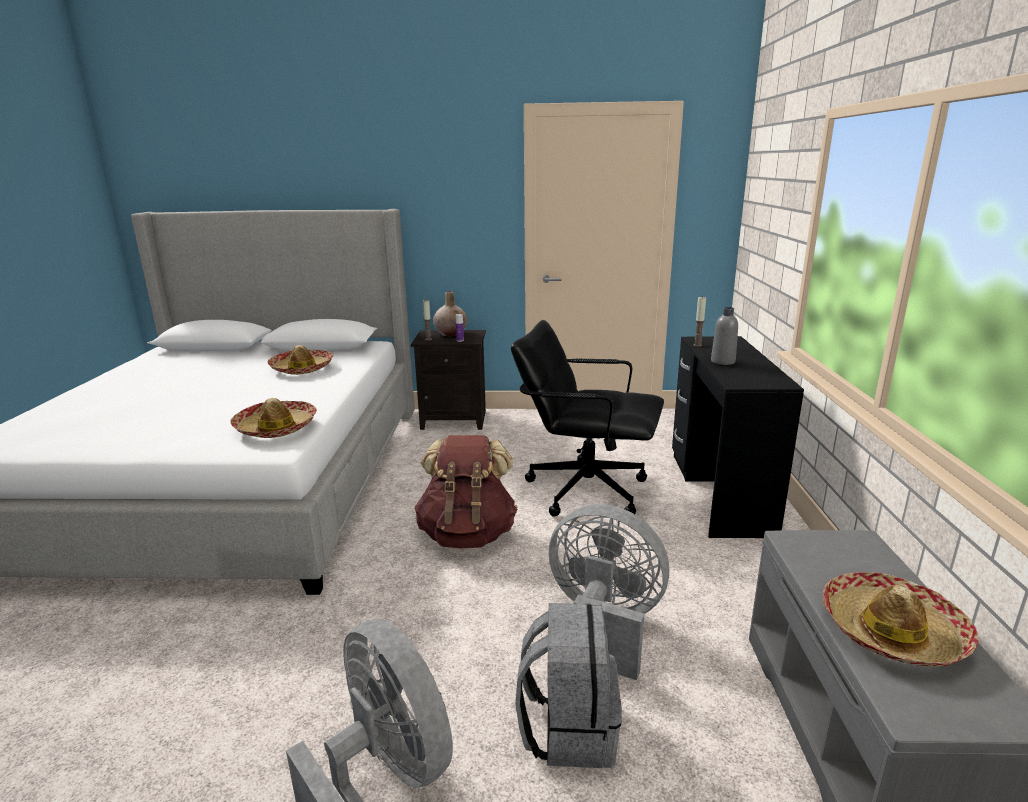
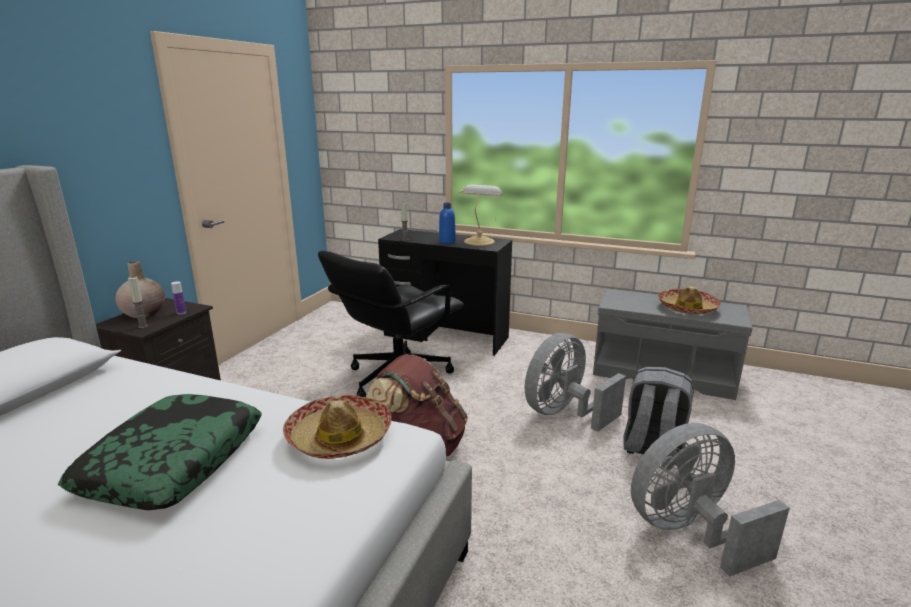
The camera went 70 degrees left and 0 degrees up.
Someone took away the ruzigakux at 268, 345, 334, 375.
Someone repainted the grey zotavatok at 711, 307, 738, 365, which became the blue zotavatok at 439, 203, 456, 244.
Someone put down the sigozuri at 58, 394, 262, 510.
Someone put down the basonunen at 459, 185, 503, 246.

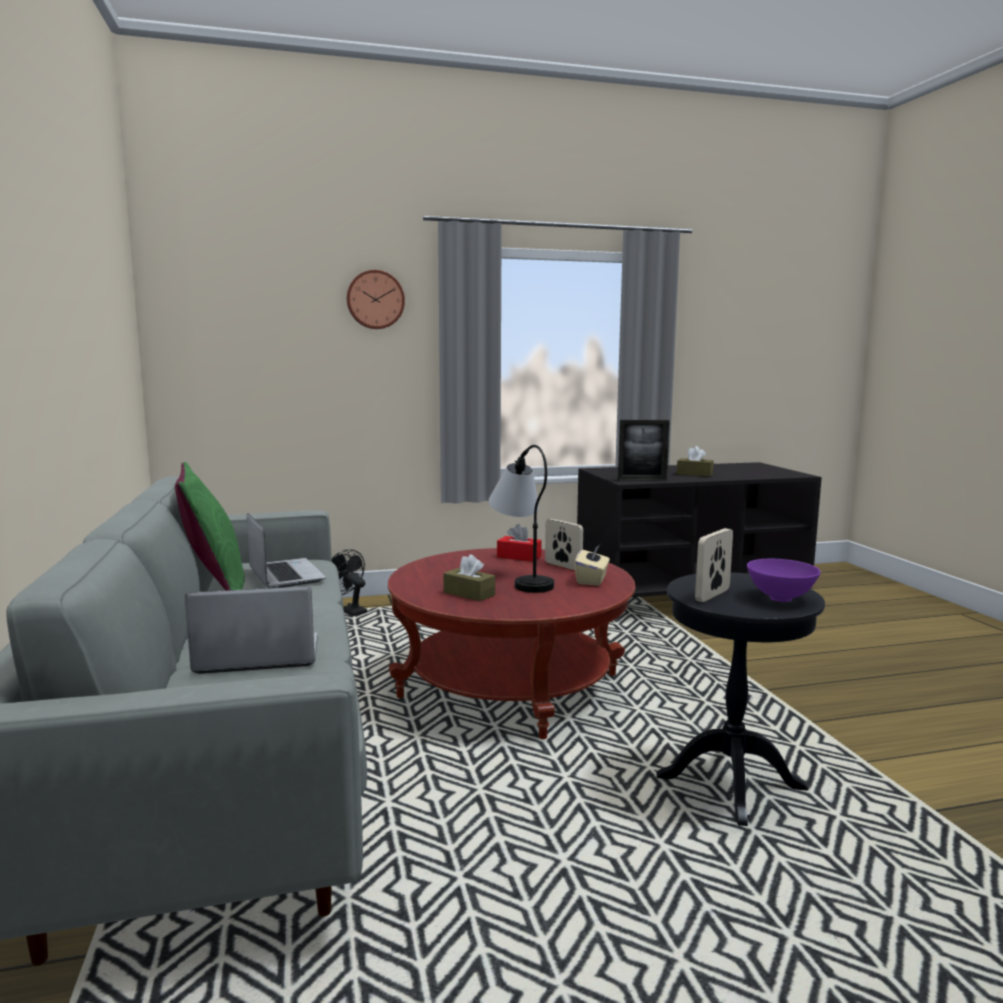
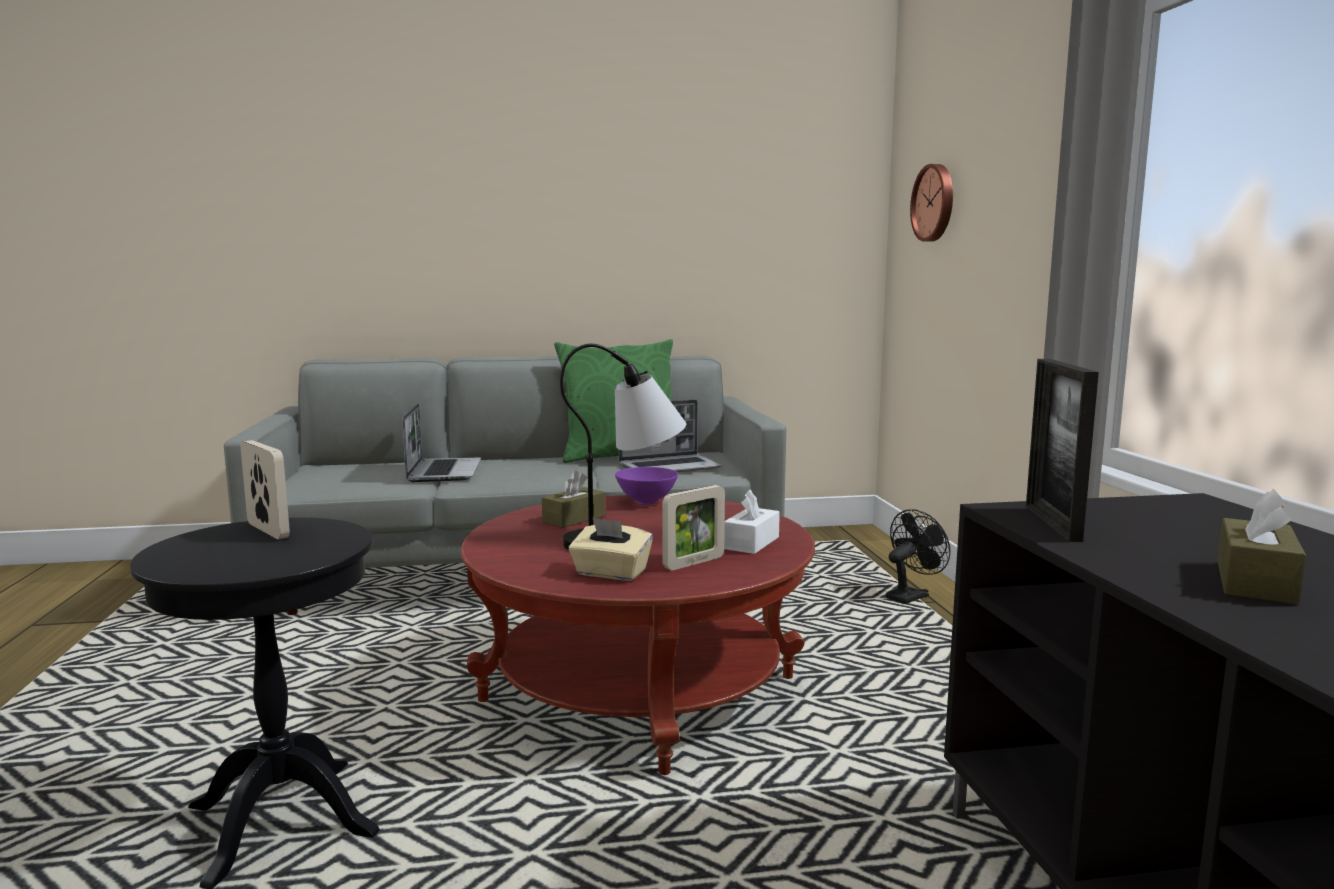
The camera went 95 degrees right and 0 degrees up.
Someone carried the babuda from 347, 270, 405, 329 to 910, 164, 953, 242.
Someone repainted the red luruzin at 497, 524, 542, 562, which became the white luruzin at 724, 489, 780, 554.
Someone carried the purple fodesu from 747, 559, 821, 602 to 615, 467, 678, 505.

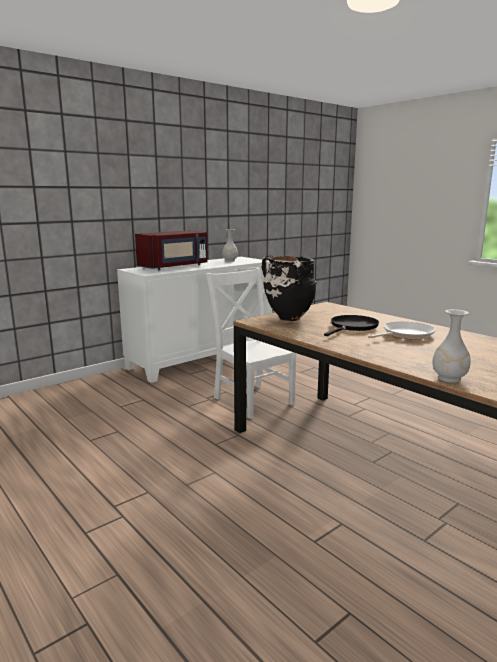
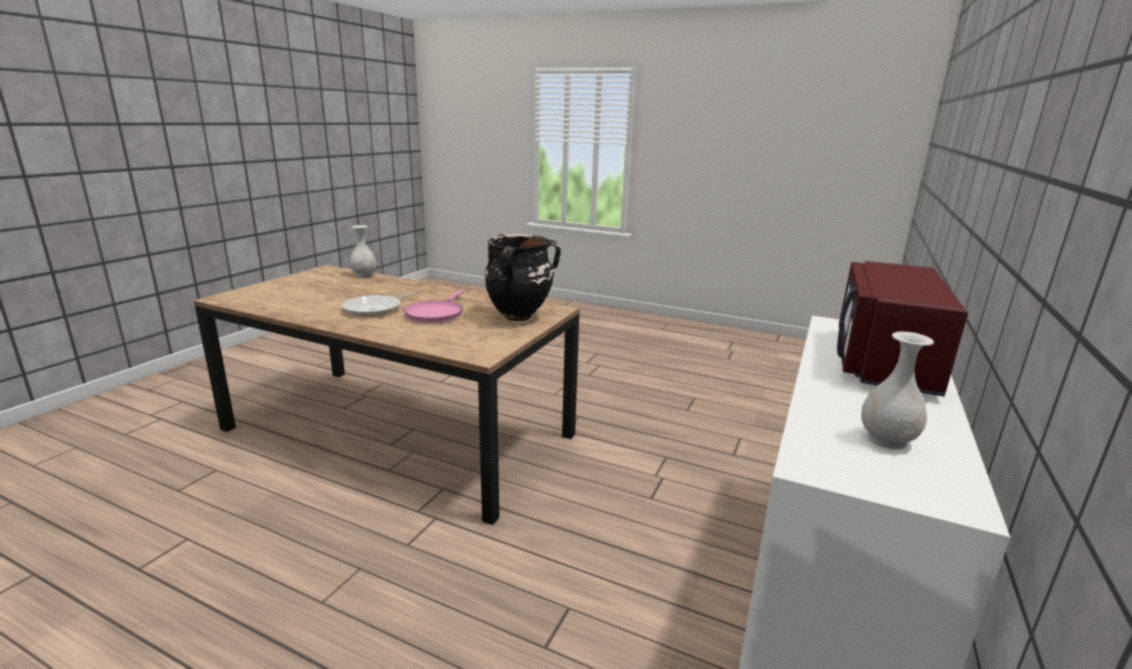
The camera went 155 degrees right and 5 degrees up.
Someone took away the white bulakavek at 206, 268, 296, 419.
Someone repainted the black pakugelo at 324, 315, 379, 336, which became the pink pakugelo at 404, 290, 464, 322.

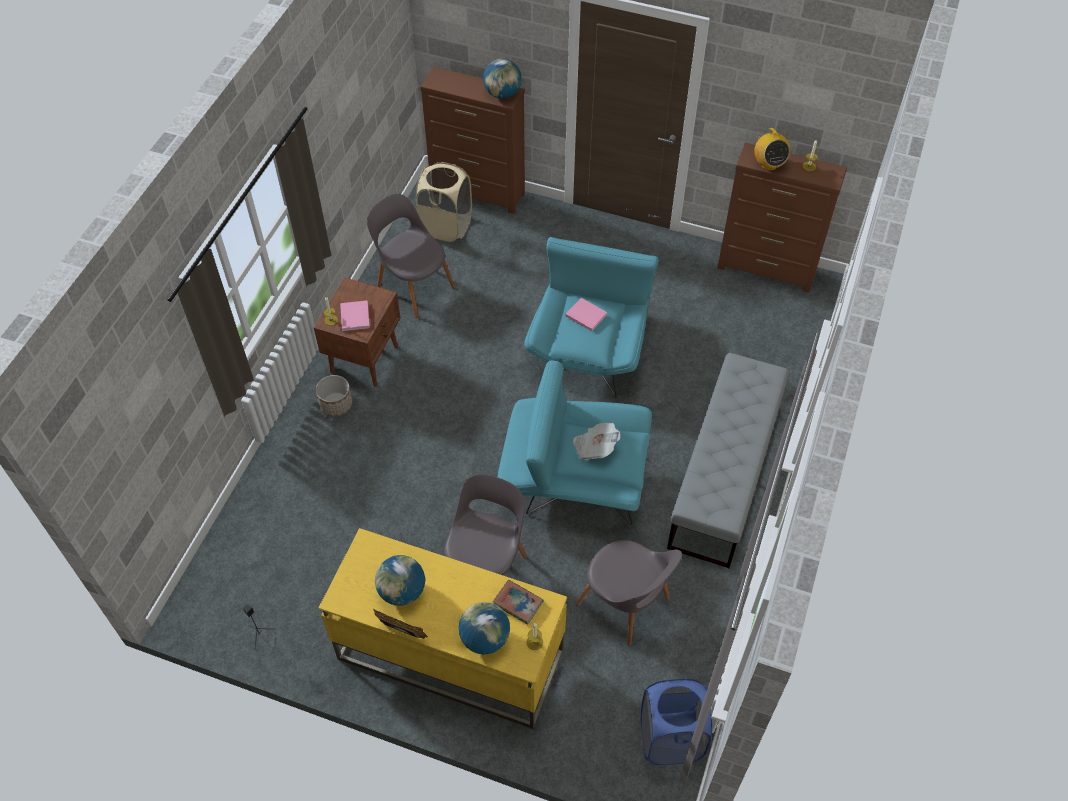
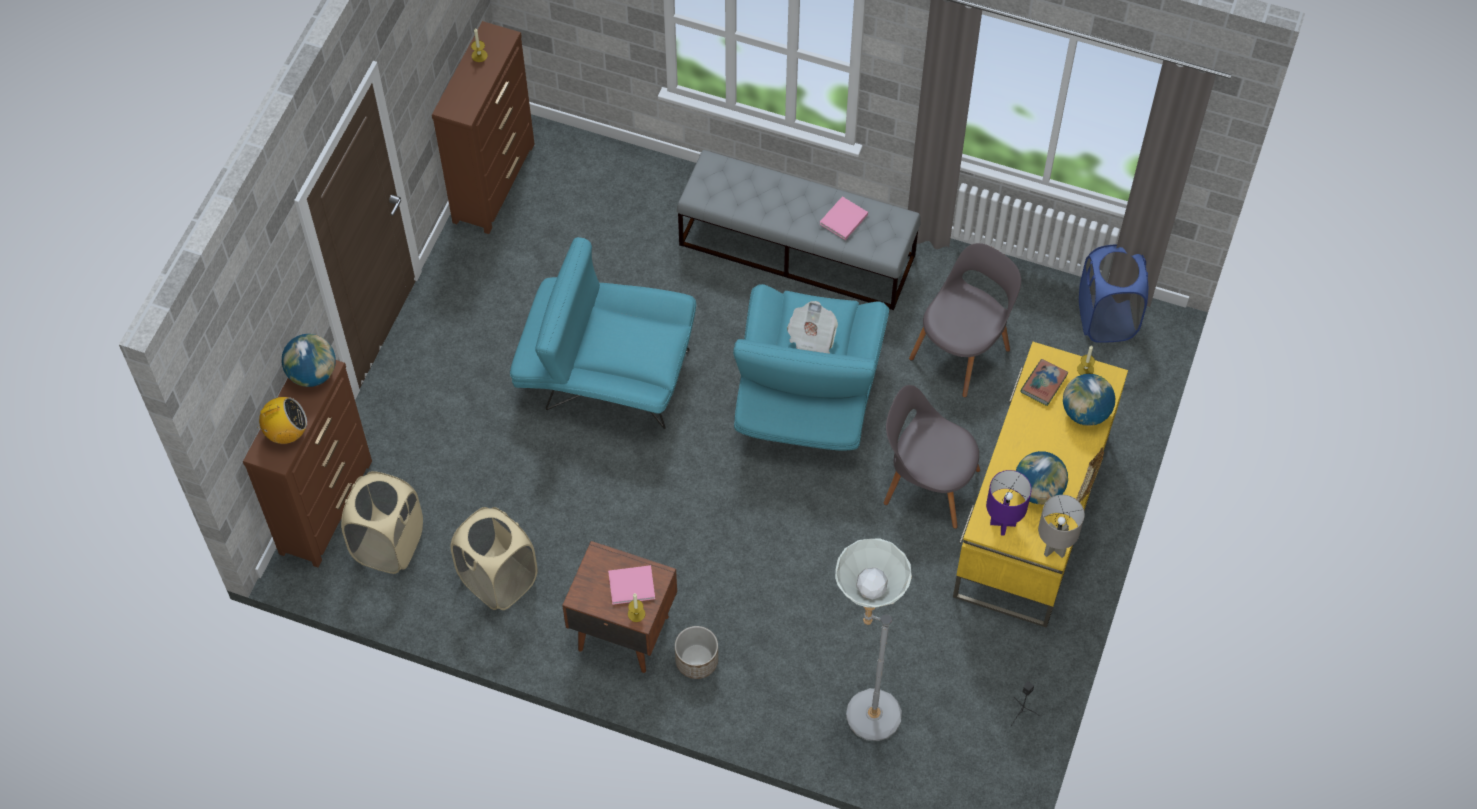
The camera went 90 degrees left and 5 degrees up.
Someone swapped the grey bulakavek at 367, 194, 456, 318 for the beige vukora at 450, 507, 538, 610.
Someone carried the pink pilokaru from 565, 298, 607, 331 to 820, 197, 868, 240.
Someone carried the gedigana from 754, 128, 790, 171 to 257, 397, 307, 444.
Someone put down the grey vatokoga at 835, 539, 912, 741.
Someone put down the purple basonunen at 986, 470, 1032, 536.
Someone put down the grey basonunen at 1038, 495, 1085, 558.

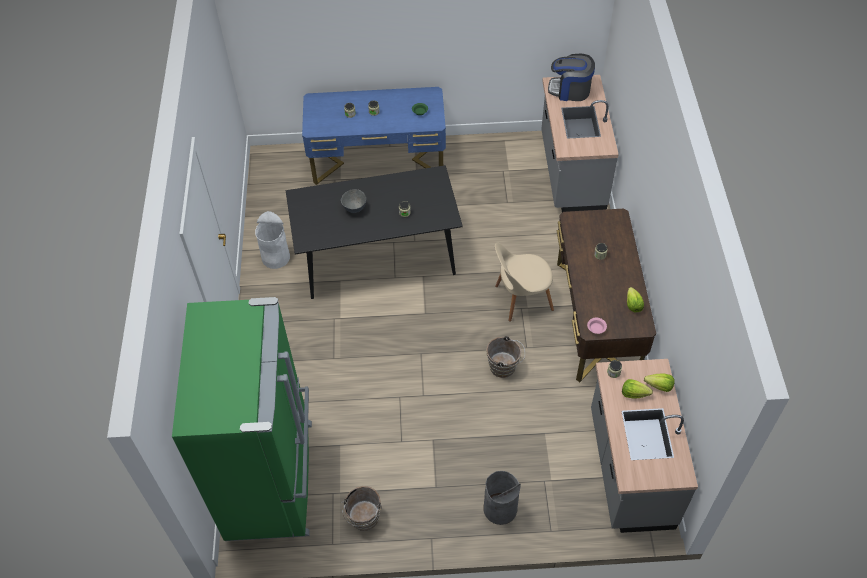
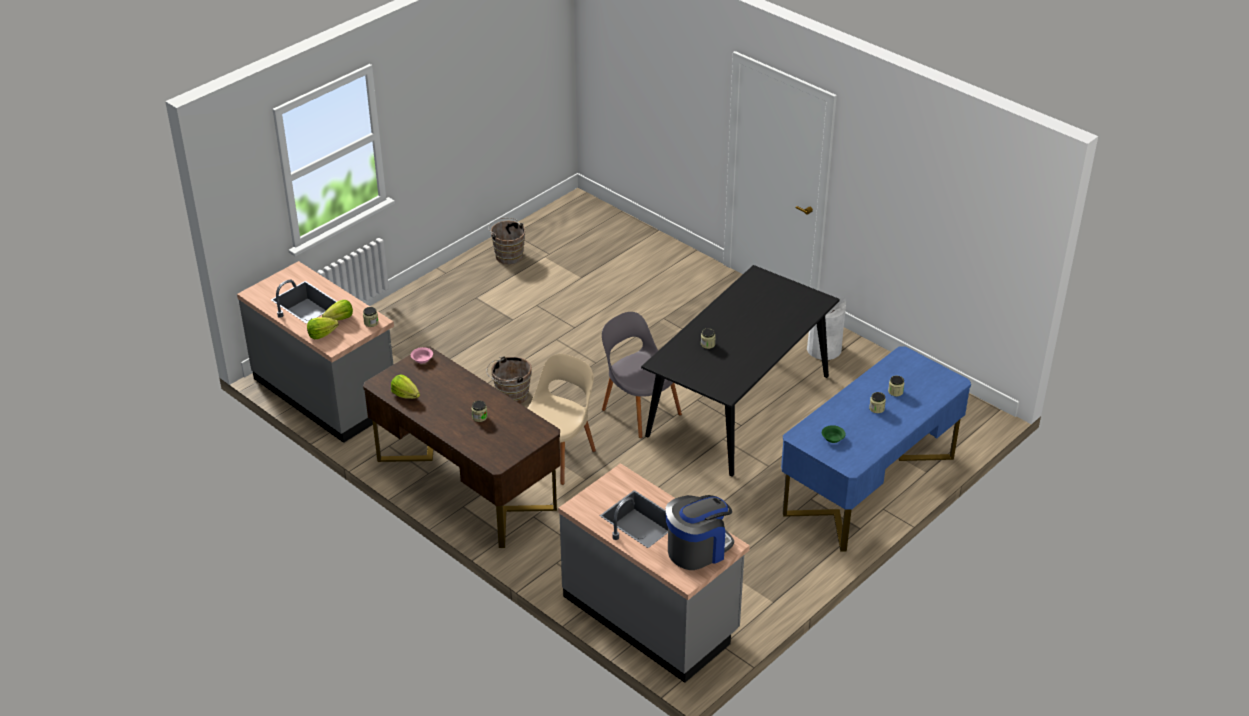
The camera went 135 degrees right and 15 degrees down.
Someone took away the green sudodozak at 172, 297, 312, 541.
Someone took away the grey fodesu at 341, 189, 366, 213.
Someone took away the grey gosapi at 484, 471, 521, 525.
Someone put down the grey bulakavek at 602, 312, 682, 438.

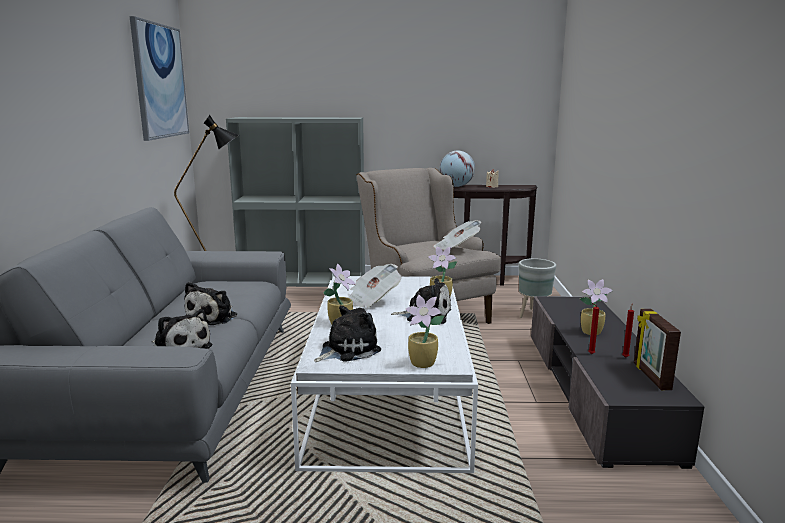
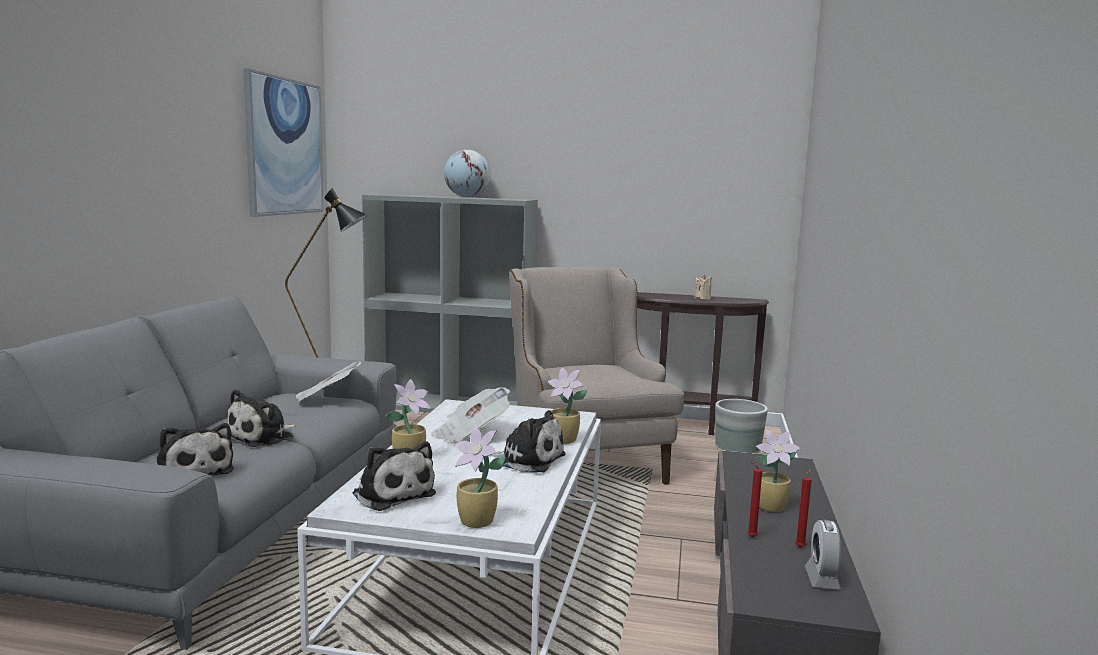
The camera went 10 degrees right and 5 degrees down.
Someone rotated the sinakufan at 314, 305, 381, 362 by 75 degrees clockwise.
Someone carried the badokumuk from 433, 220, 482, 250 to 296, 361, 361, 402.
Someone carried the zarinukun from 439, 151, 475, 187 to 444, 150, 491, 197.
Someone swapped the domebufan at 634, 309, 681, 390 for the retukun at 805, 520, 841, 590.

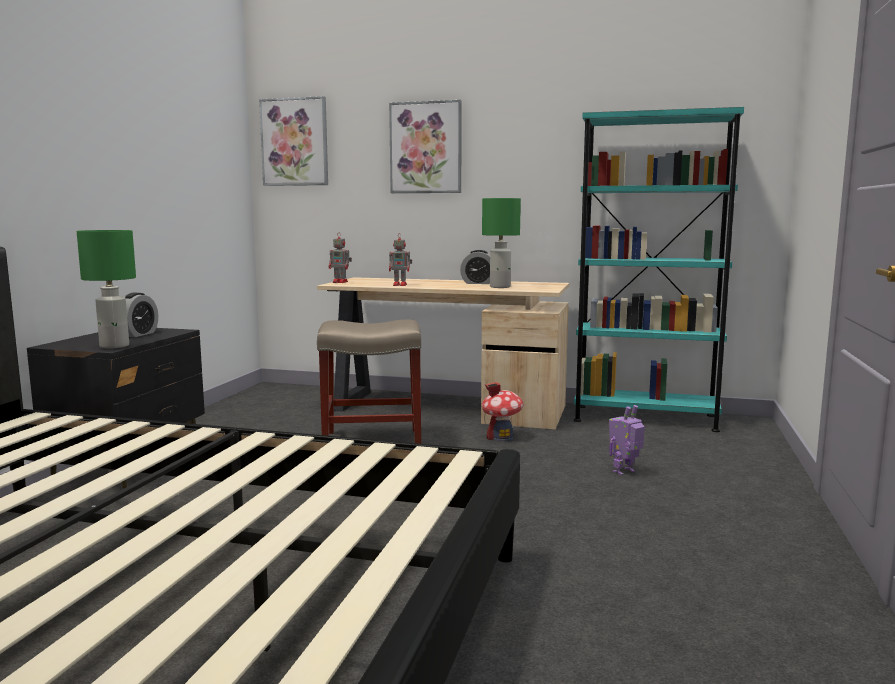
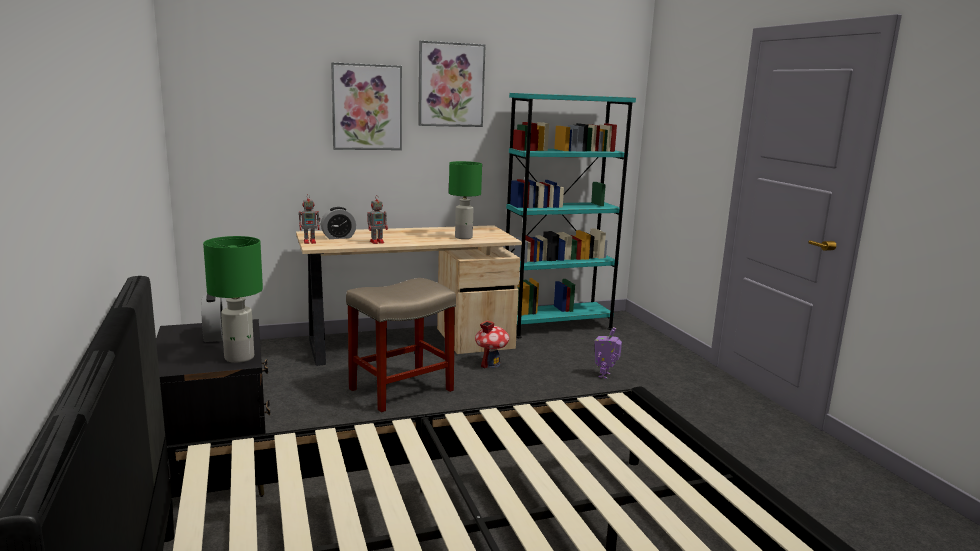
The camera went 35 degrees left and 5 degrees up.
Someone carried the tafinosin from 259, 96, 328, 186 to 418, 41, 486, 127.
Someone carried the retukun from 460, 250, 490, 284 to 321, 207, 356, 239.

